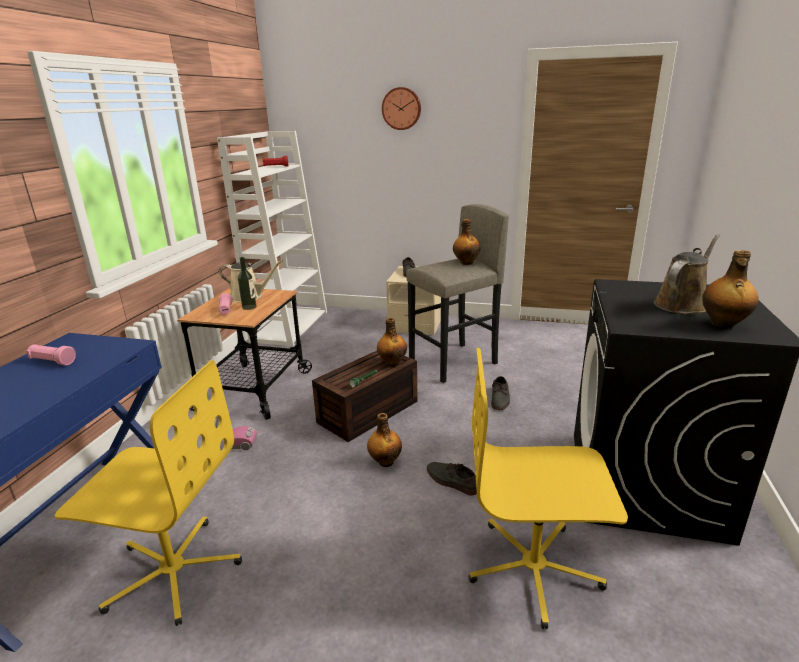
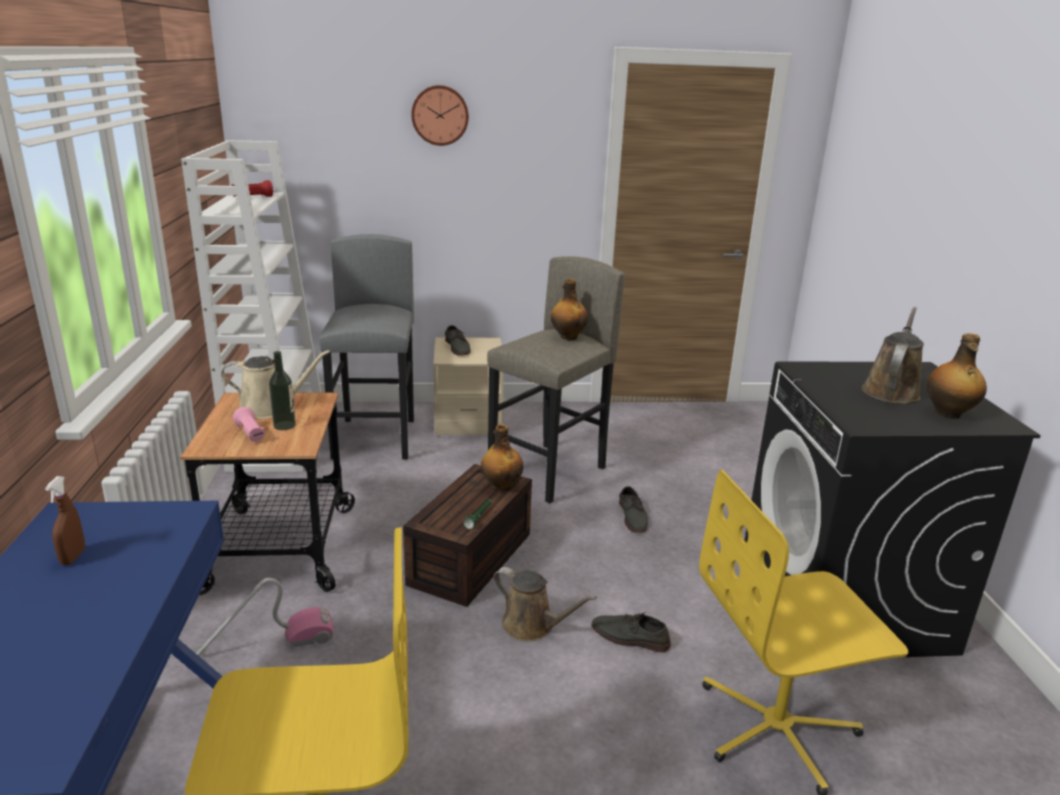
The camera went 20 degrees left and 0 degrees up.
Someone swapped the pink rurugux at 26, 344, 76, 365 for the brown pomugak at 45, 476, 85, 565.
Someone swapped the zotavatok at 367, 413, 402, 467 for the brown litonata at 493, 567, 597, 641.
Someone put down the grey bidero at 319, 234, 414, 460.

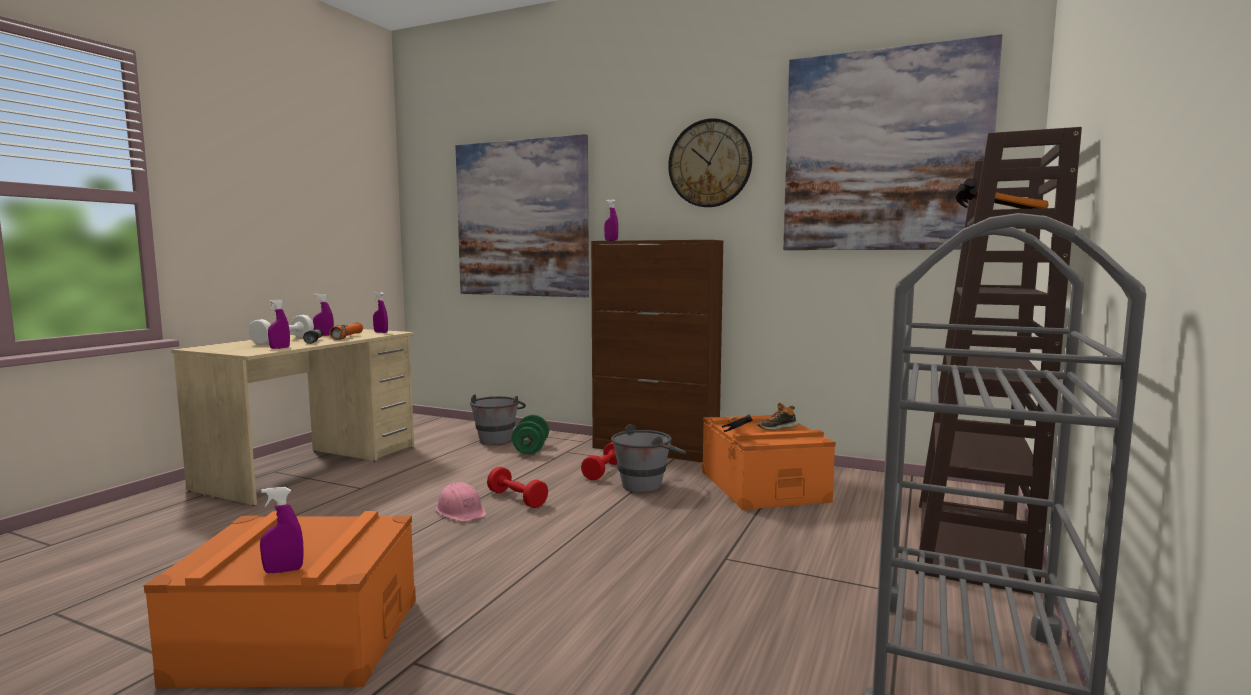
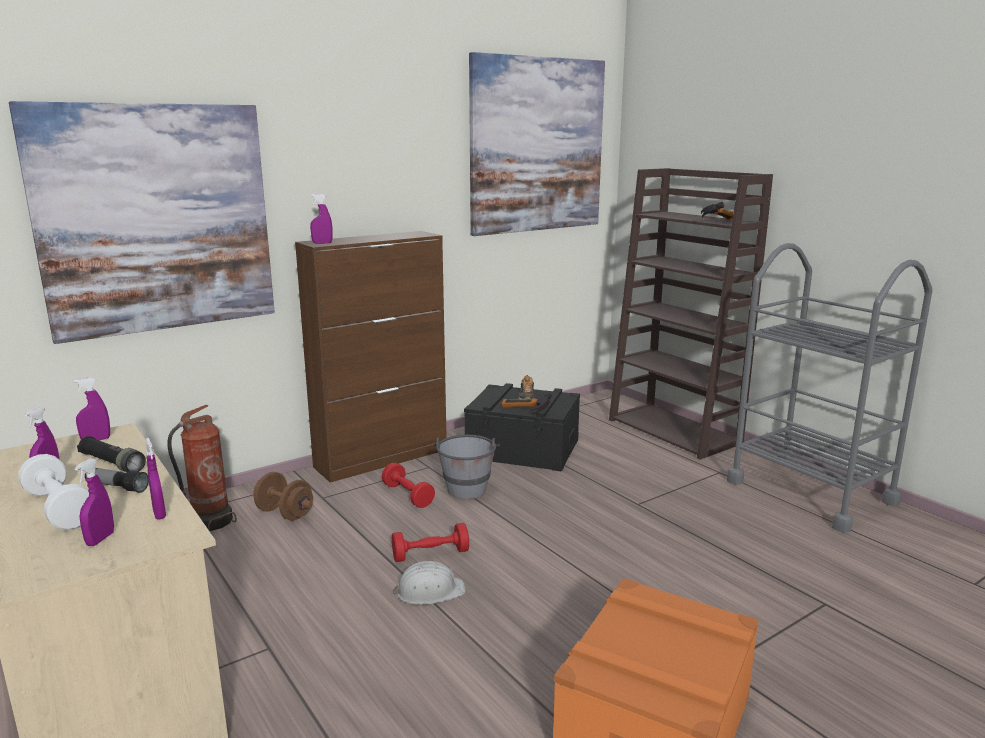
The camera went 60 degrees left and 10 degrees up.
Someone carried the purple pomugak from 260, 487, 304, 573 to 75, 458, 114, 546.
Someone repainted the orange rurugux at 329, 322, 363, 340, which became the black rurugux at 77, 436, 146, 472.
Someone repainted the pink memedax at 436, 482, 486, 521, which became the white memedax at 392, 561, 466, 605.
Someone swapped the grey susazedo at 470, 394, 526, 445 for the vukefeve at 167, 405, 237, 531.
Someone repainted the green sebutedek at 512, 415, 549, 454, which became the brown sebutedek at 253, 472, 313, 521.
Someone took away the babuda at 668, 118, 752, 207.
Someone repainted the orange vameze at 702, 415, 836, 510, which became the black vameze at 464, 383, 580, 472.

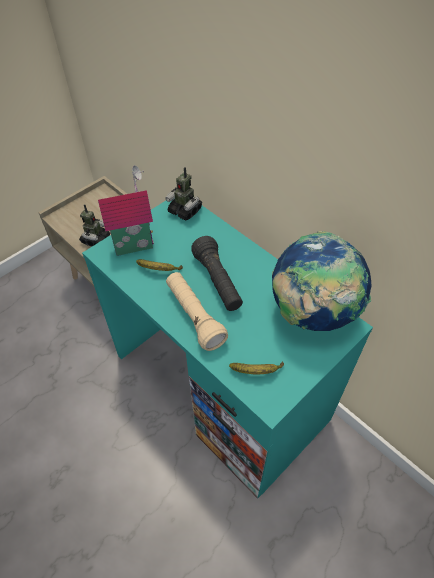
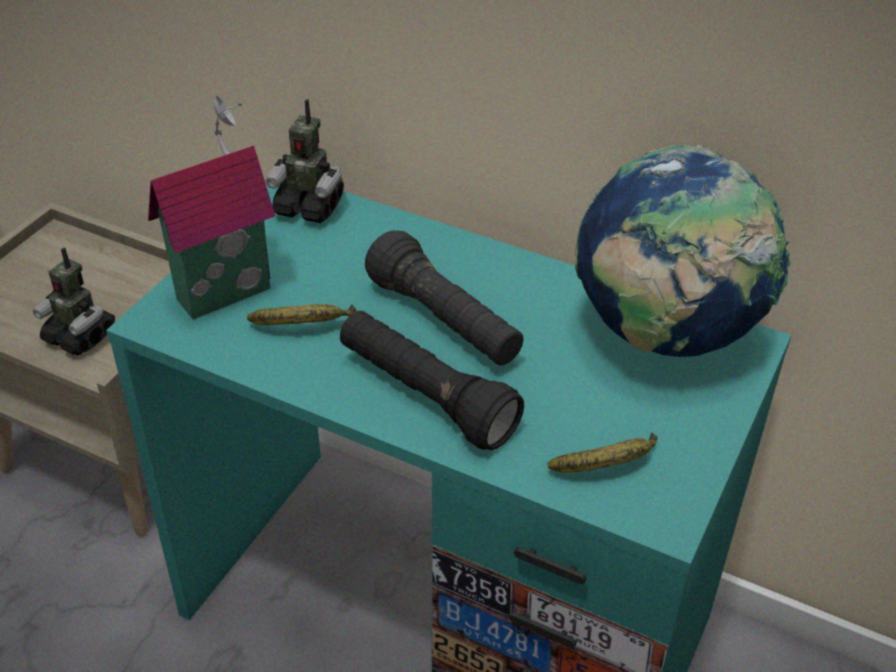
The camera went 20 degrees left and 10 degrees down.
Someone rotated the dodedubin at 79, 204, 110, 246 by 120 degrees clockwise.
Someone repainted the beige rurugux at 166, 272, 228, 351, which became the black rurugux at 340, 311, 524, 450.

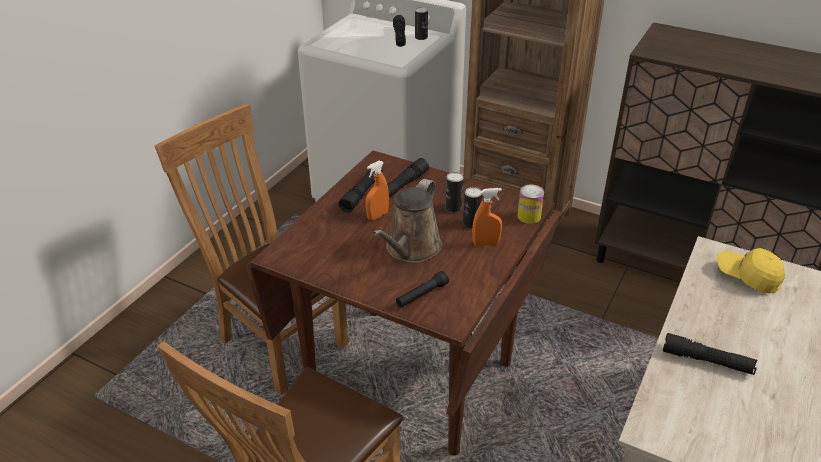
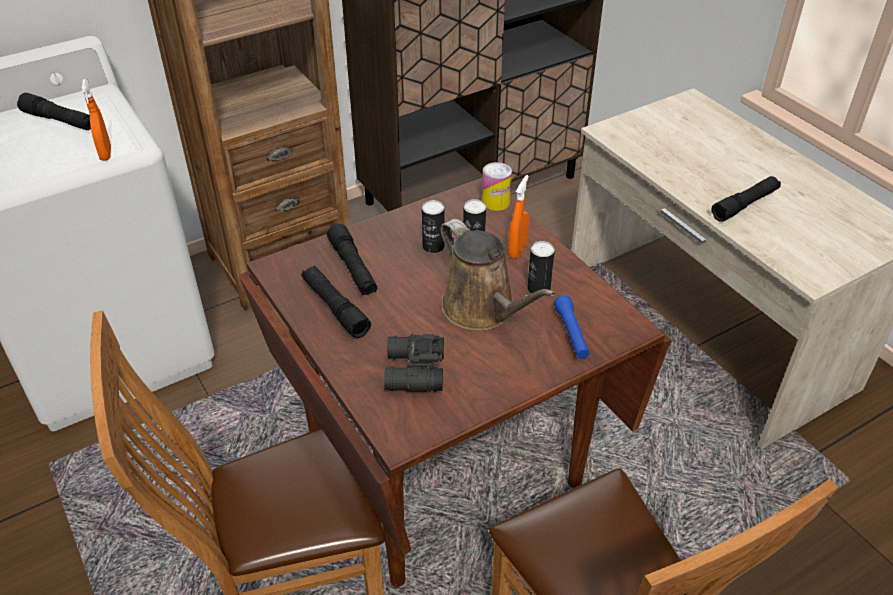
The camera went 60 degrees left and 5 degrees up.
Someone carried the orange pomugak from 366, 161, 389, 220 to 81, 79, 111, 161.
Someone repainted the black rurugux at 396, 271, 449, 307, which became the blue rurugux at 554, 295, 590, 359.
Someone carried the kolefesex from 415, 7, 428, 40 to 527, 241, 555, 294.
Someone took away the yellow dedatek at 717, 248, 785, 293.
Someone put down the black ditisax at 384, 333, 444, 392.

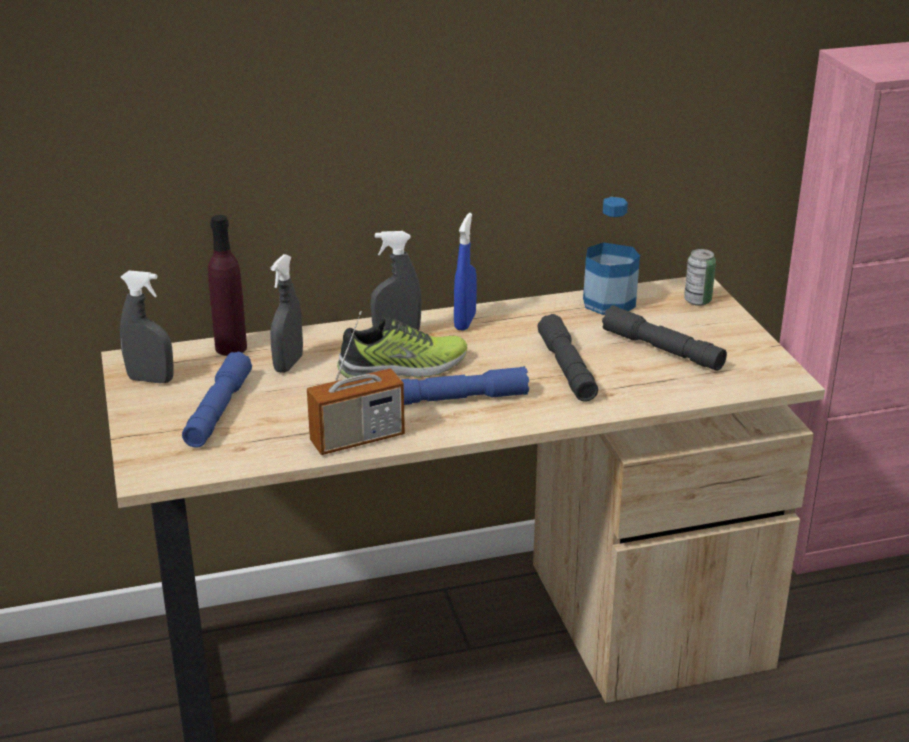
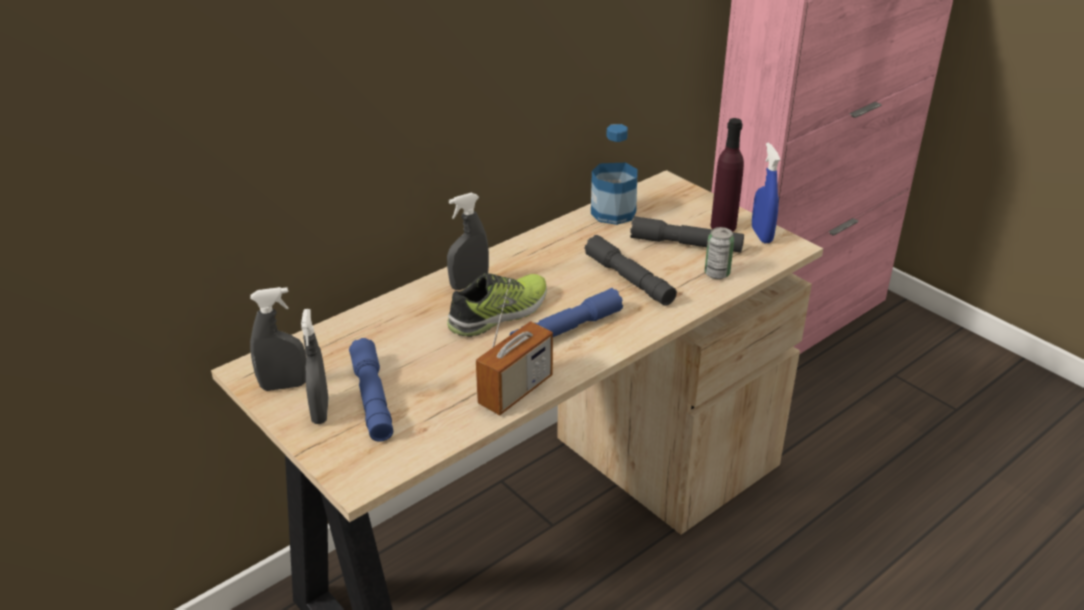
The camera went 25 degrees left and 5 degrees up.
Someone carried the purple zotavatok from 208, 215, 247, 356 to 711, 118, 744, 232.
Someone carried the grey pomugak from 270, 254, 303, 373 to 301, 309, 329, 424.
Someone carried the blue pomugak from 454, 213, 477, 331 to 752, 142, 780, 243.
Someone carried the kolefesex from 684, 249, 716, 306 to 705, 227, 734, 279.

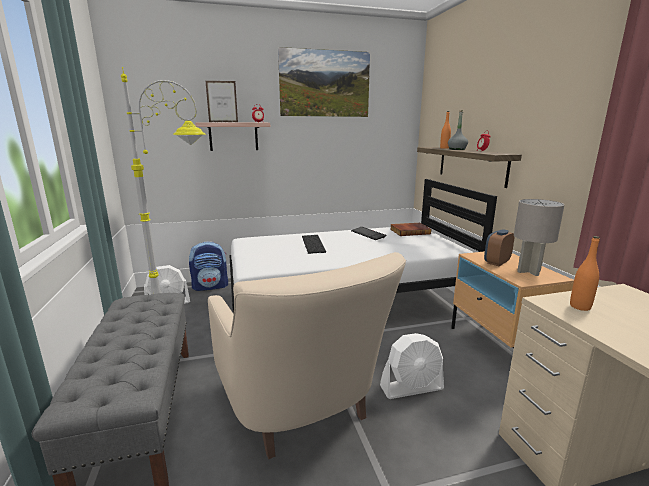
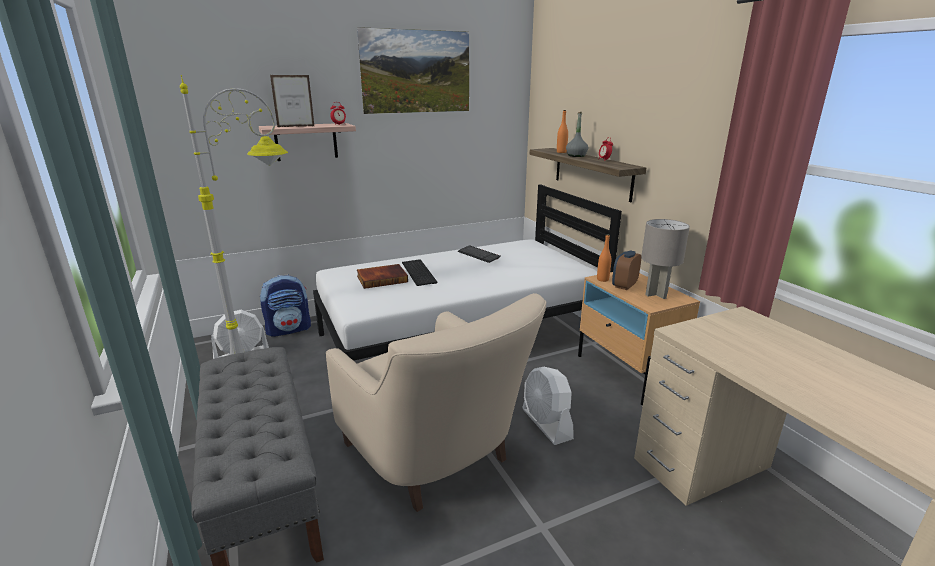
The camera went 10 degrees left and 5 degrees up.
Someone rotated the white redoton at 380, 333, 444, 399 by 90 degrees clockwise.
Someone carried the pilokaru from 390, 223, 431, 236 to 357, 264, 408, 289.
Someone carried the orange zotavatok from 570, 236, 600, 311 to 597, 234, 611, 282.

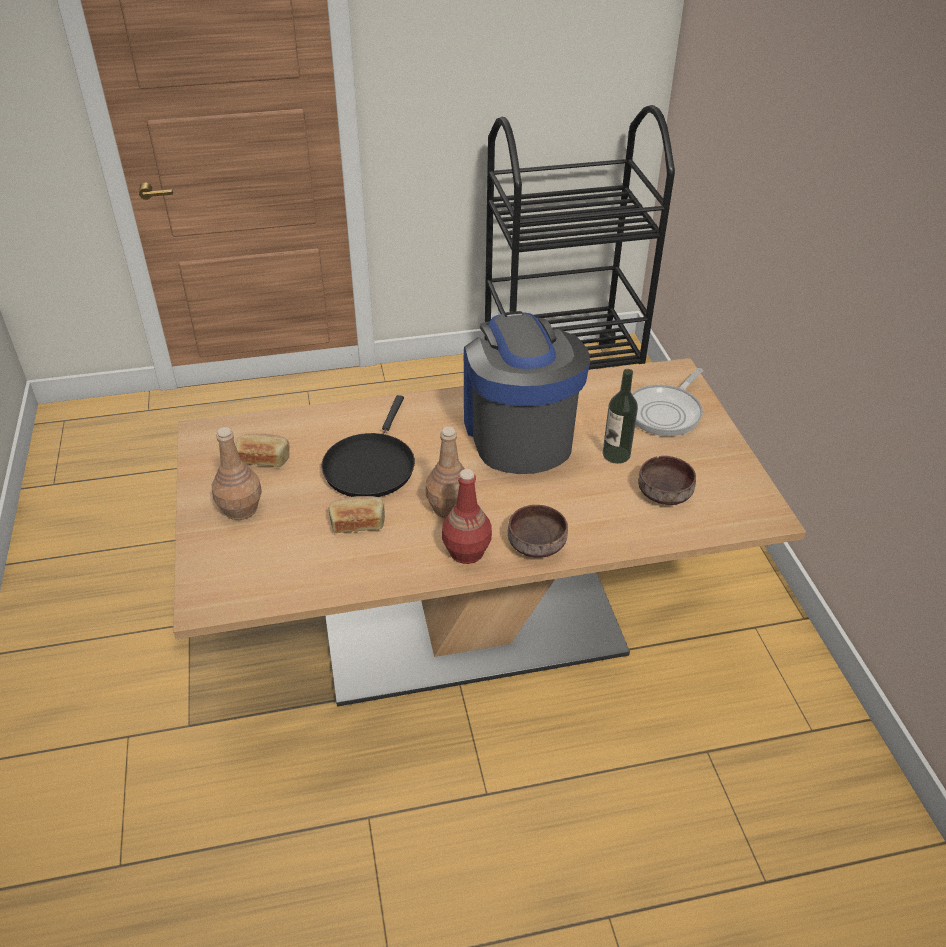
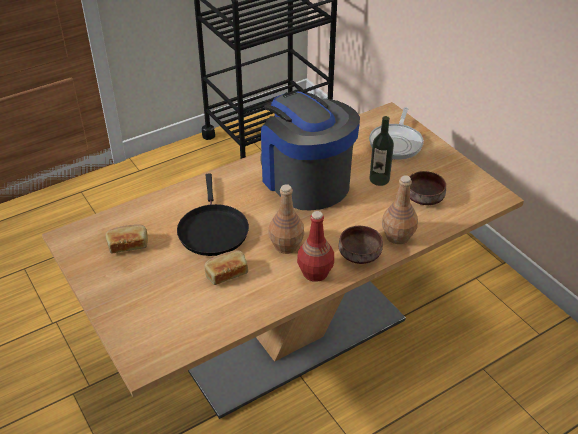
The camera went 20 degrees left and 0 degrees up.
Someone carried the brown zotavatok from 212, 427, 262, 520 to 382, 175, 418, 244.

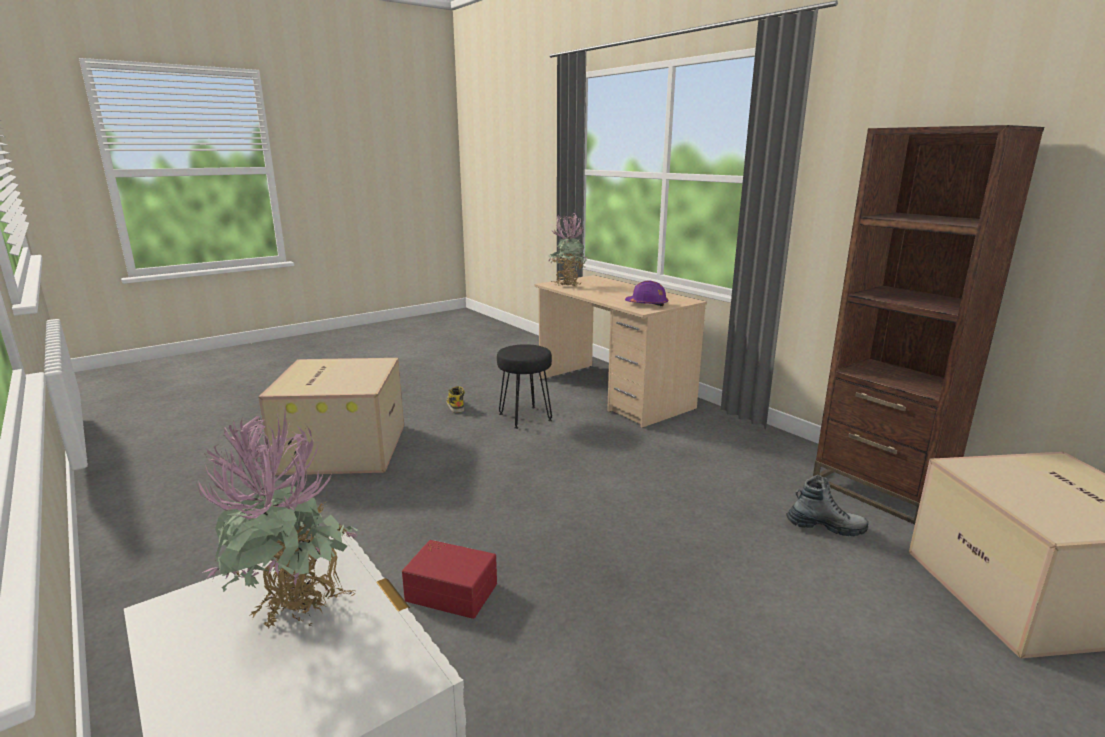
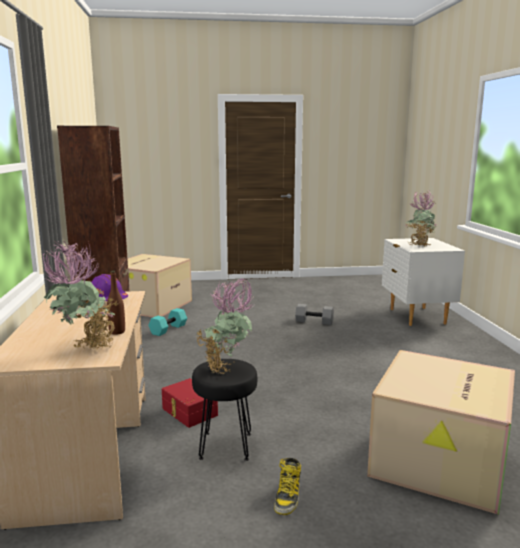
The camera went 150 degrees left and 5 degrees down.
Someone carried the red vameze from 402, 540, 497, 619 to 162, 378, 218, 428.
Someone swapped the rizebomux at 786, 475, 868, 536 for the turquoise sebutedek at 149, 308, 187, 336.
Someone put down the brown zotavatok at 107, 271, 125, 335.
Someone put down the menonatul at 196, 278, 254, 374.
Someone put down the grey sebutedek at 295, 304, 334, 325.

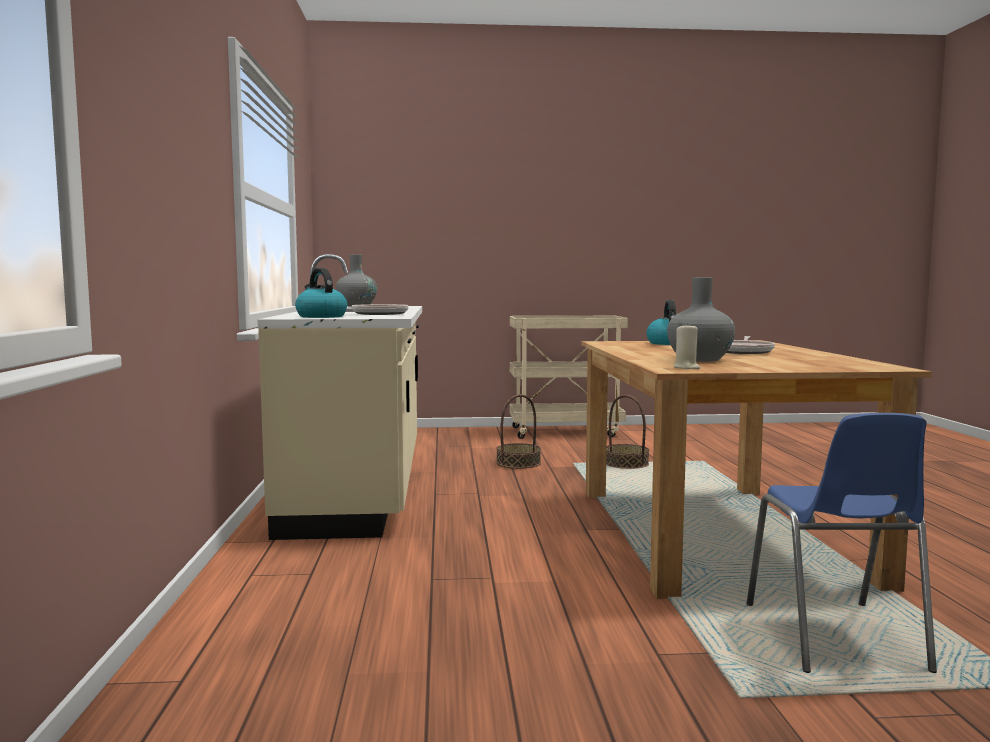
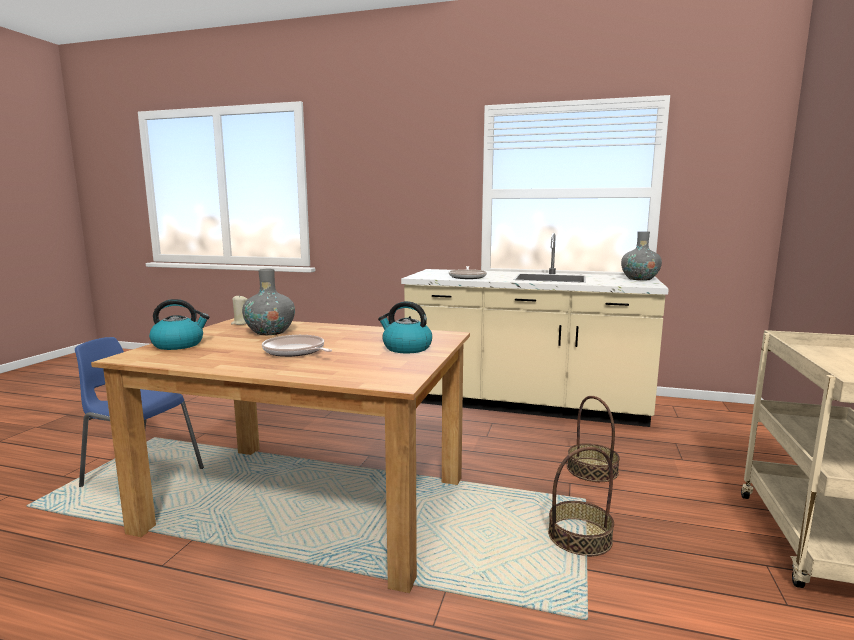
The camera went 110 degrees right and 5 degrees up.
Someone carried the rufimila from 295, 268, 347, 318 to 149, 299, 209, 350.

